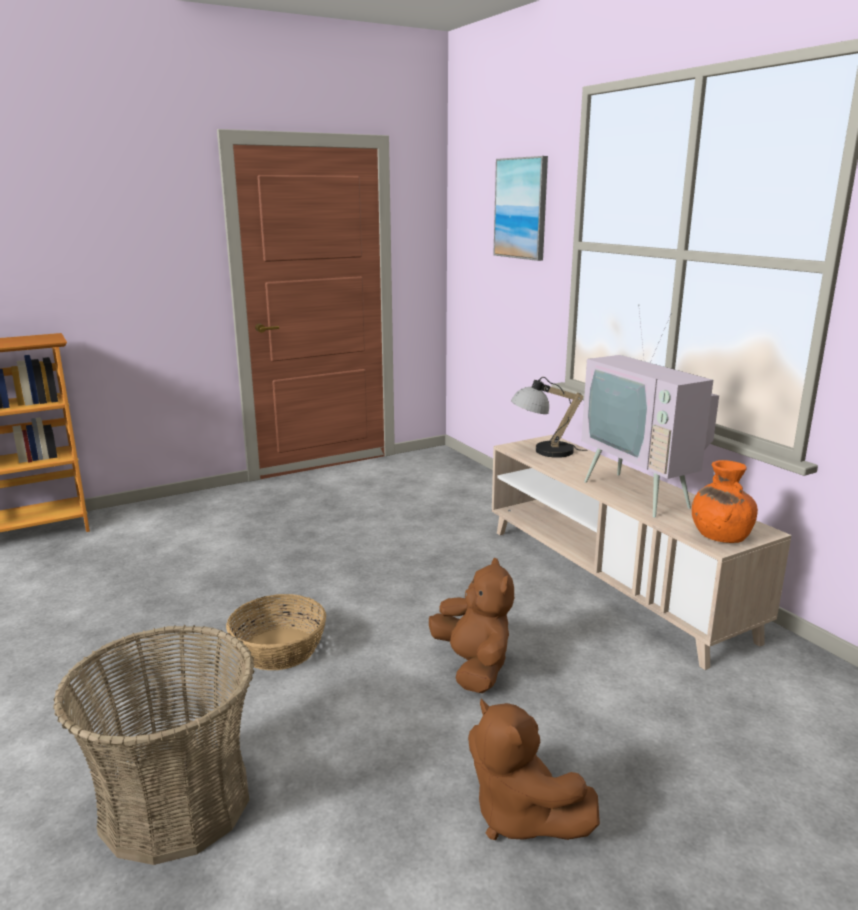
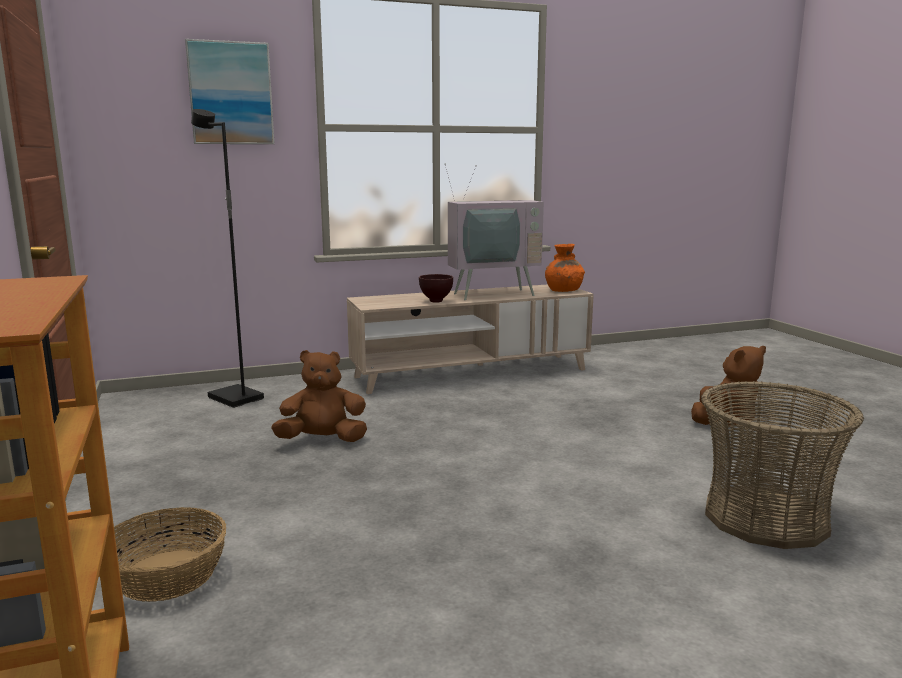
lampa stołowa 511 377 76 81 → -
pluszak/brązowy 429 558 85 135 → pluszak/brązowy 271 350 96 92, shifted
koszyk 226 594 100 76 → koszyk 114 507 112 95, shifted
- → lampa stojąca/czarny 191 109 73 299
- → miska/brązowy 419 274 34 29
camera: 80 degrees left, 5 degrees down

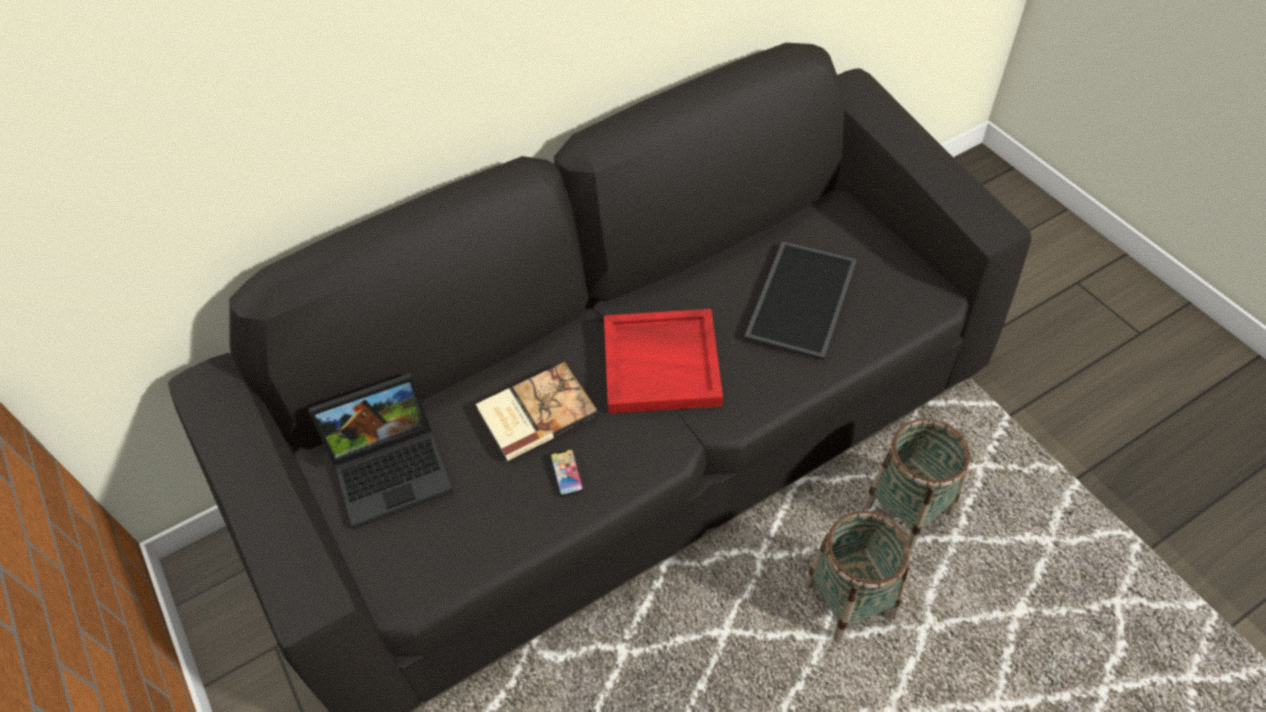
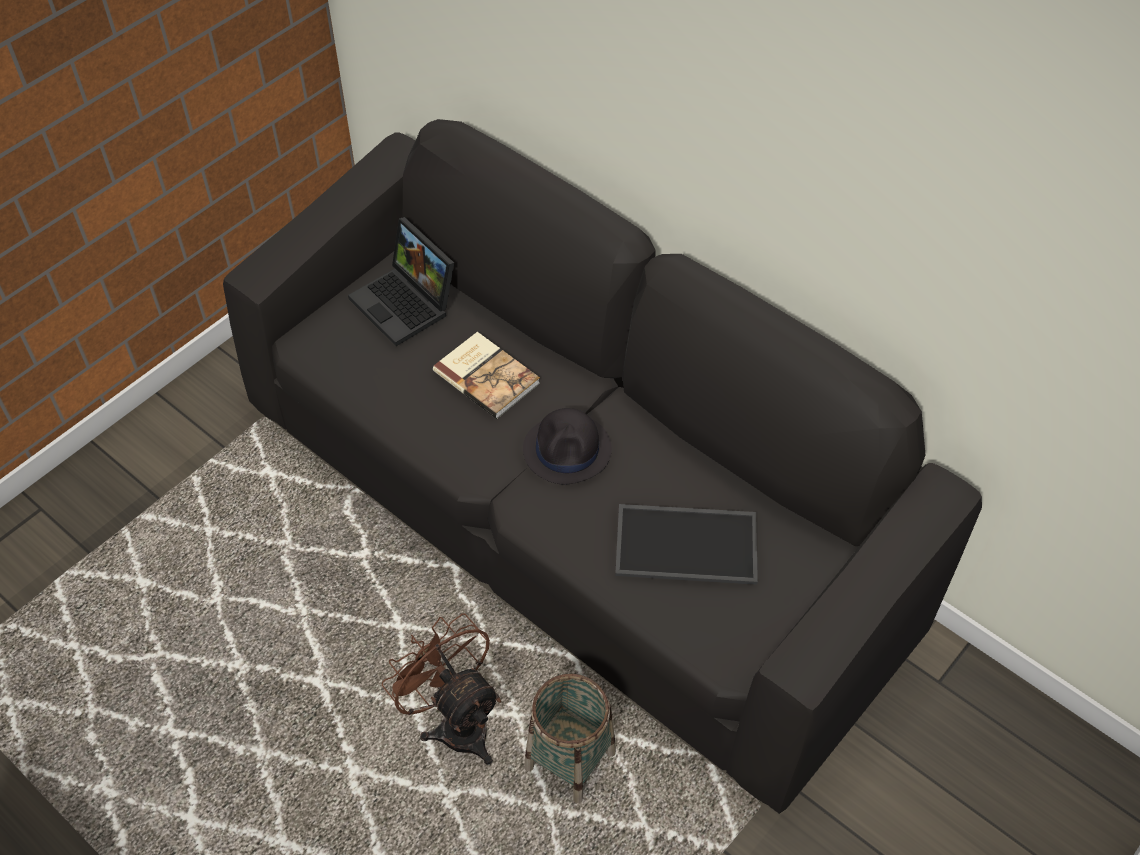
taca/czerwony 604 309 119 104 → kapelusz/czarny 523 408 89 77
telefon 550 449 34 48 → -
koszyk 804 511 106 131 → wentylator/brązowy 382 613 119 152
camera: 70 degrees right, 0 degrees up

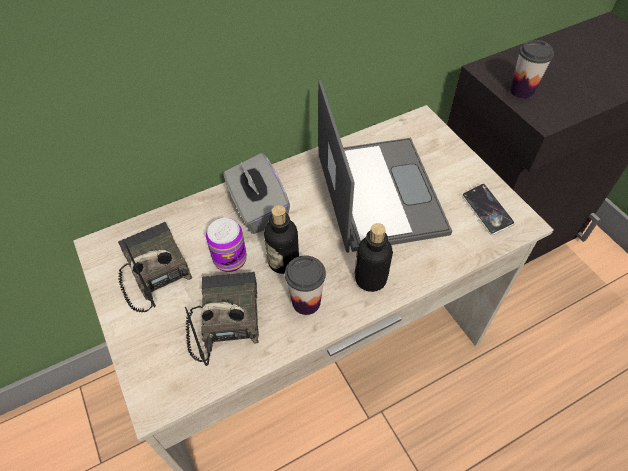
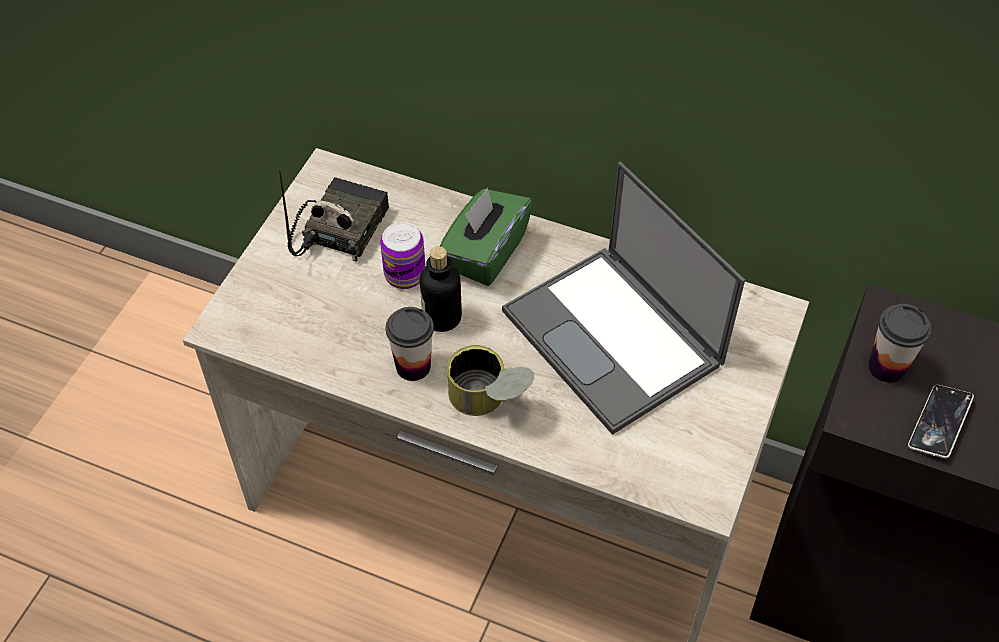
laptop 318 80 134 173 → laptop 502 162 243 273, 105 degrees clockwise
pudełko chusteczek/szary 223 153 67 81 → pudełko chusteczek/zielony 440 188 93 98
telefon 462 184 53 51 → telefon 908 385 66 74, shifted
butelka 355 223 38 69 → puszka 447 345 87 71
radio 185 272 74 94 → -
camera: 50 degrees right, 0 degrees up

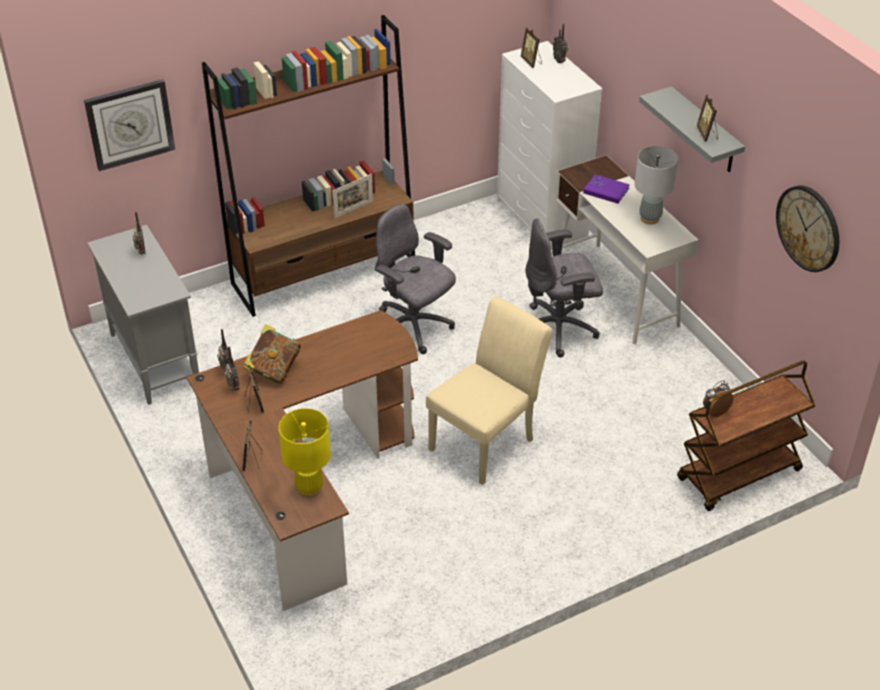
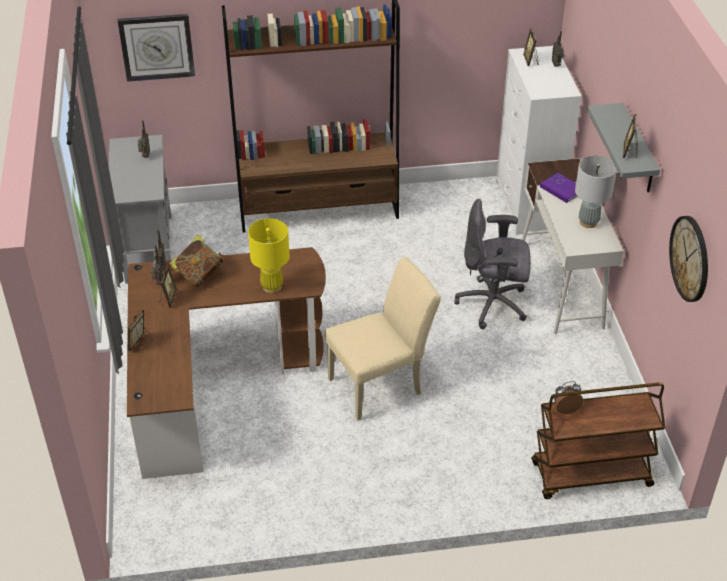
ramka na zdjęcie 332 174 41 44 → -
krzesło biurowe/szary 374 204 82 150 → -
lampa stołowa/żółty 279 408 52 90 → lampa stołowa/żółty 248 218 42 76, shifted
camera: 20 degrees right, 0 degrees up

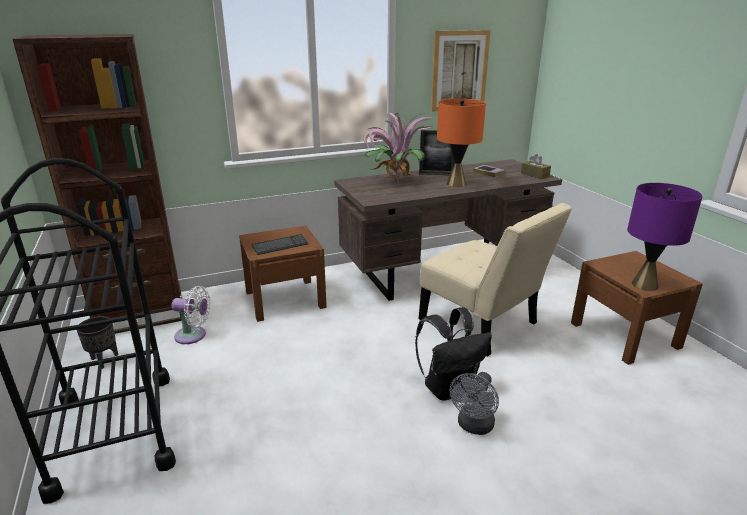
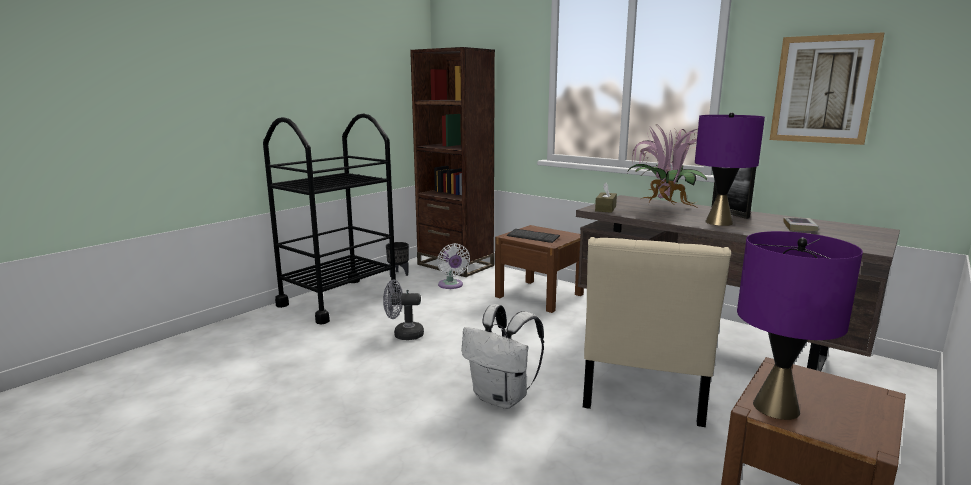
lampa stołowa/pomarańczowy 437 99 49 88 → lampa stołowa/fioletowy 695 112 70 114
pudełko chusteczek/brązowy 521 154 30 25 → pudełko chusteczek/brązowy 595 183 22 30, shifted
plecak/czarny 415 307 77 94 → plecak/biały 462 304 82 105
wentylator/szary 450 372 49 63 → wentylator/szary 383 280 41 60, shifted
camera: 60 degrees right, 10 degrees down

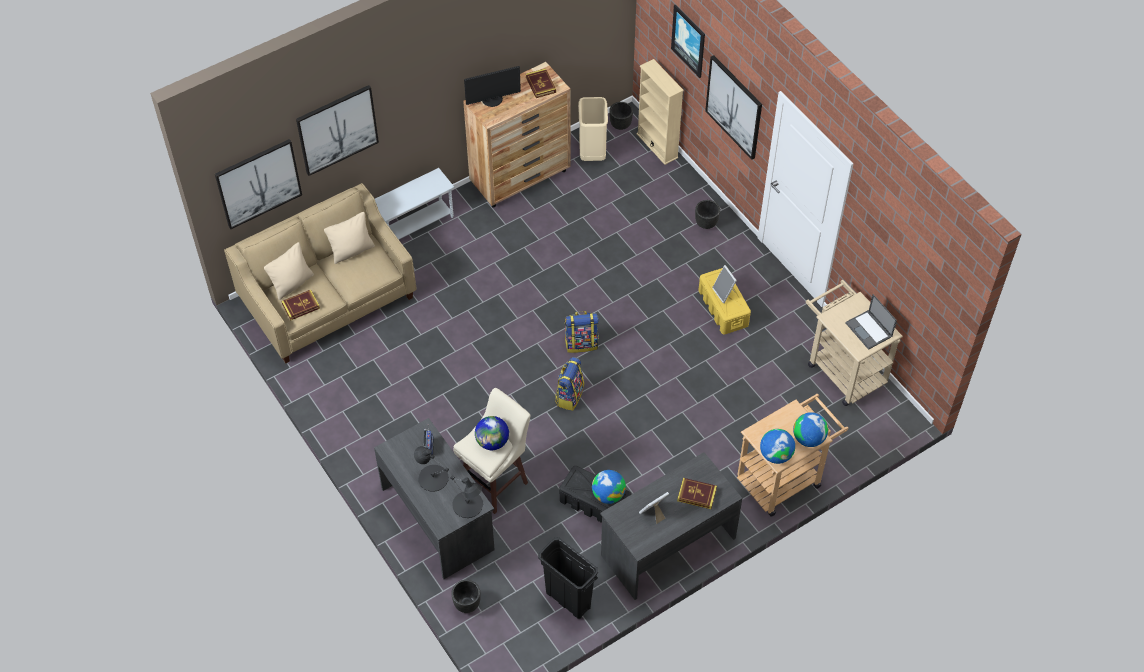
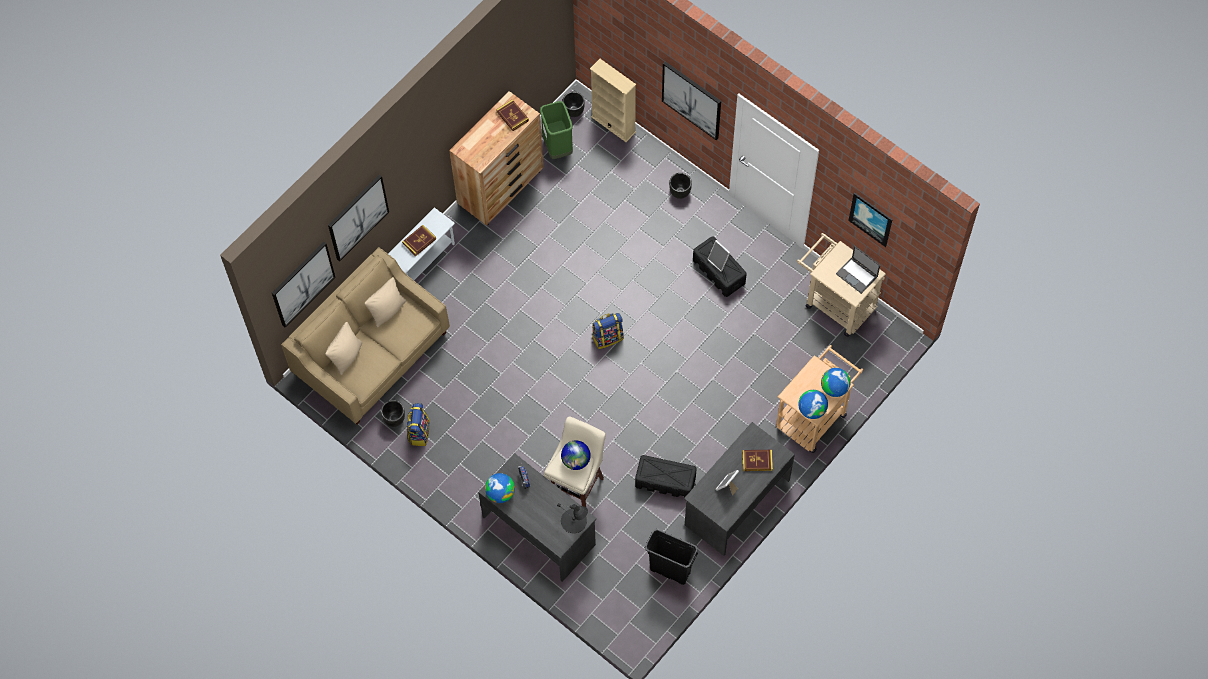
obraz 671 5 34 73 → obraz 848 193 45 54, shifted
monitor 464 66 57 41 → -
kosz na śmieci/beżowy 578 97 30 64 → kosz na śmieci/zielony 540 101 33 58
pojemnik do przechowywania/żółty 698 268 53 67 → pojemnik do przechowywania/czarny 693 236 54 61
książka 281 290 39 30 → książka 402 225 34 31, shifted
plecak 555 357 29 54 → plecak 407 403 23 43, shifted
lampa stołowa/czarny 414 446 35 46 → -
globus 592 470 34 34 → globus 485 473 30 30, shifted
donica/czarny 451 580 30 33 → donica/czarny 381 400 24 27, shifted
camera: 15 degrees left, 10 degrees up

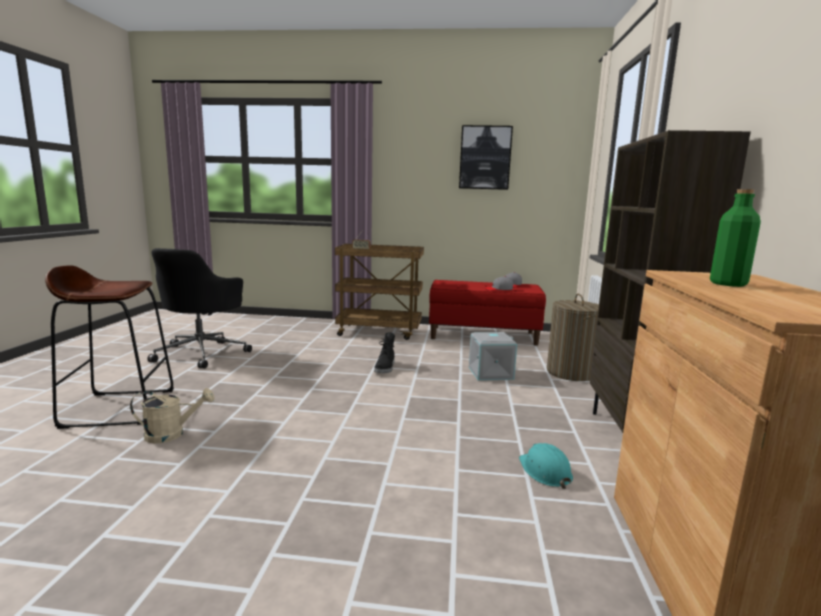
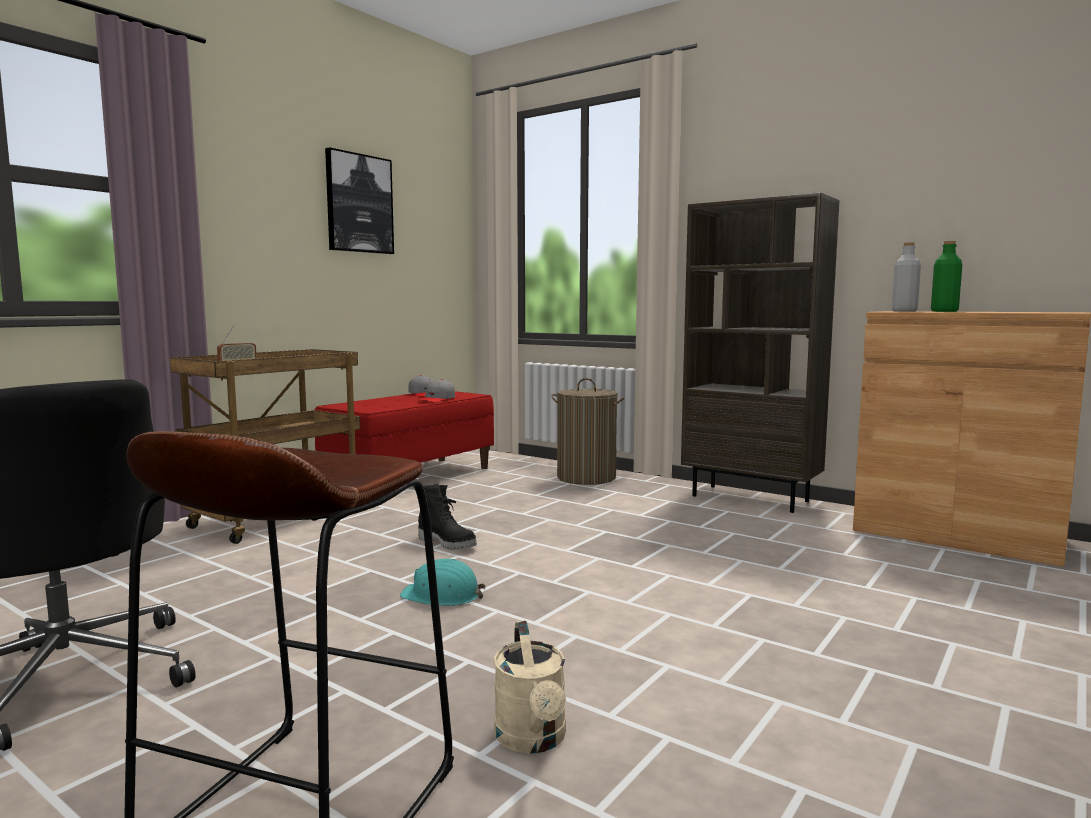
pojemnik do przechowywania/szary 469 332 48 49 → -
konewka/beżowy 130 388 85 56 → konewka/beżowy 494 620 72 134, 150 degrees clockwise
kask/turkusowy 519 443 54 46 → kask/turkusowy 400 559 86 47, shifted
- → butelka/szary 892 242 29 70
camera: 60 degrees left, 5 degrees down

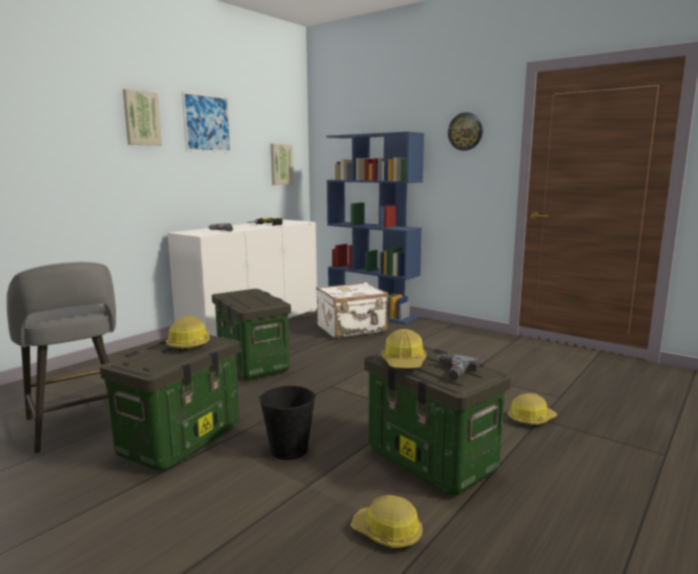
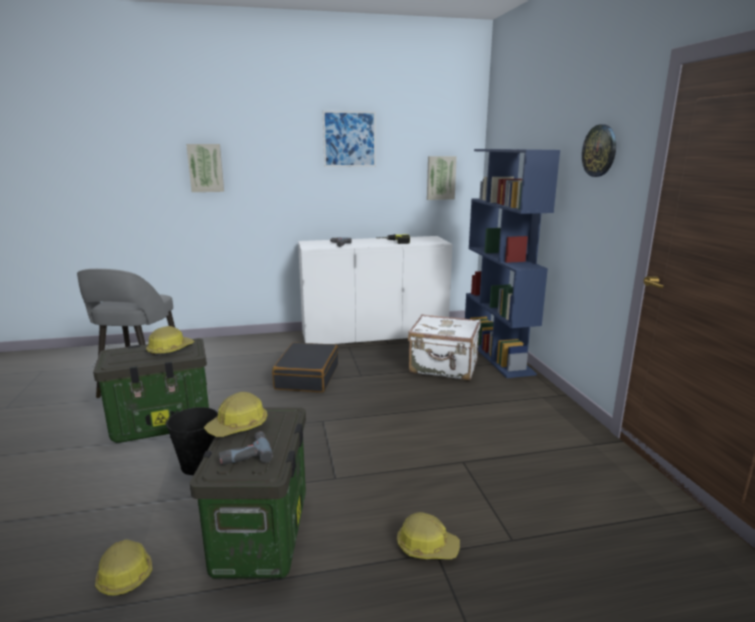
obraz 123 89 39 57 → obraz 186 144 38 48, shifted
pojemnik do przechowywania 212 289 79 91 → walizka/czarny 272 342 66 50
camera: 40 degrees right, 5 degrees up

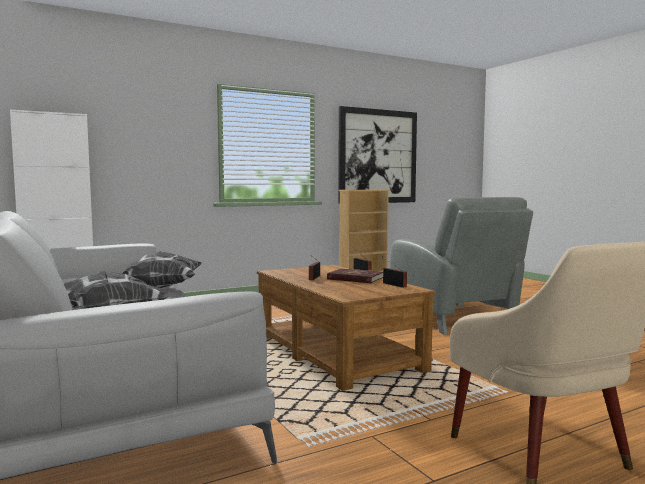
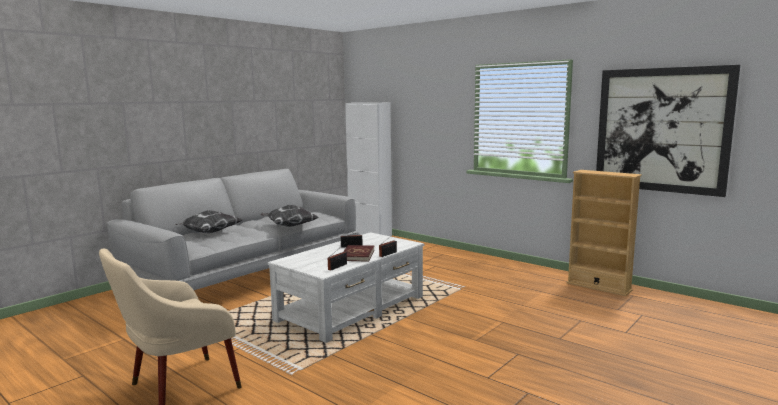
fotel/szary 390 197 143 138 → -
ława/brązowy 257 265 179 126 → ława/biały 267 232 157 111
camera: 70 degrees right, 5 degrees up

